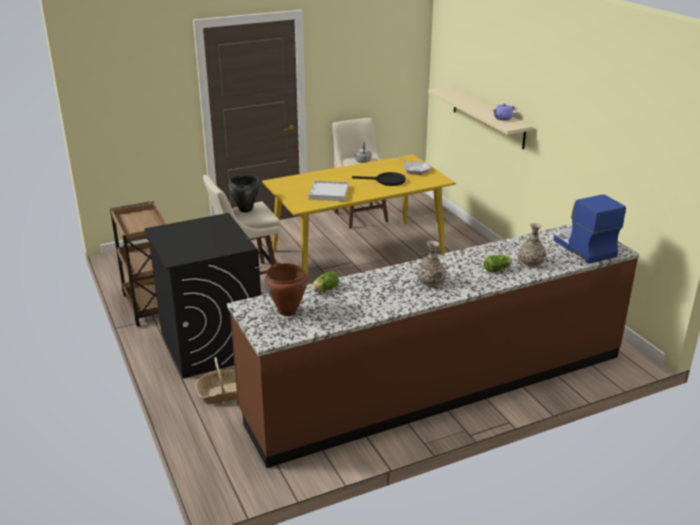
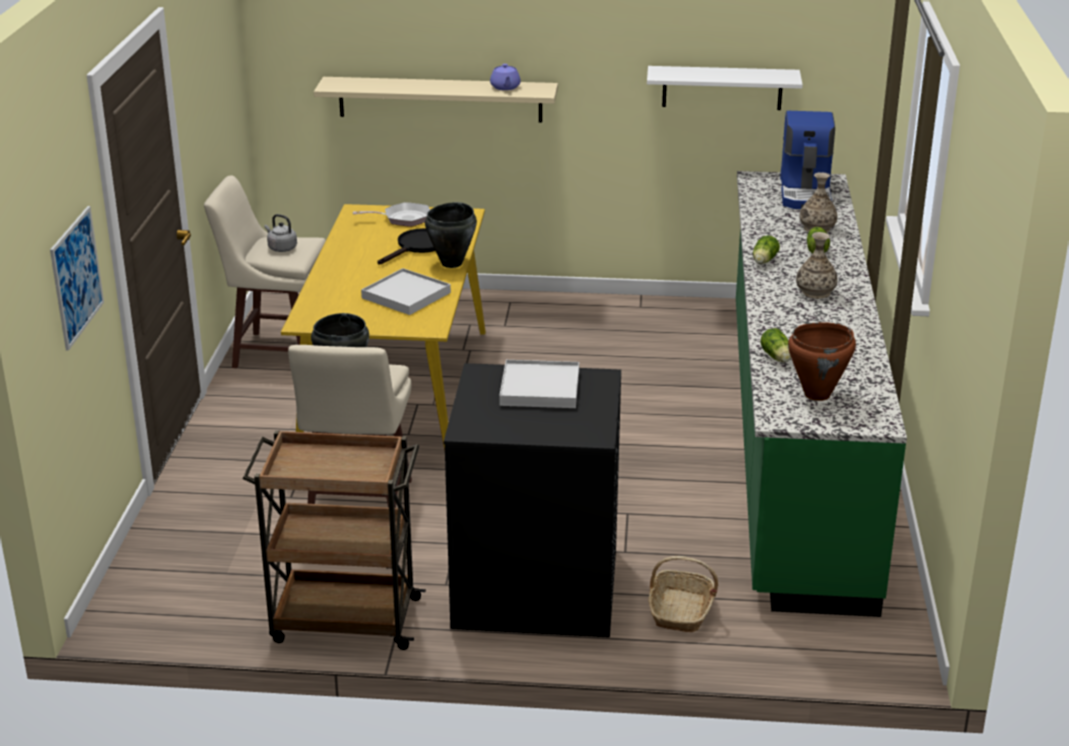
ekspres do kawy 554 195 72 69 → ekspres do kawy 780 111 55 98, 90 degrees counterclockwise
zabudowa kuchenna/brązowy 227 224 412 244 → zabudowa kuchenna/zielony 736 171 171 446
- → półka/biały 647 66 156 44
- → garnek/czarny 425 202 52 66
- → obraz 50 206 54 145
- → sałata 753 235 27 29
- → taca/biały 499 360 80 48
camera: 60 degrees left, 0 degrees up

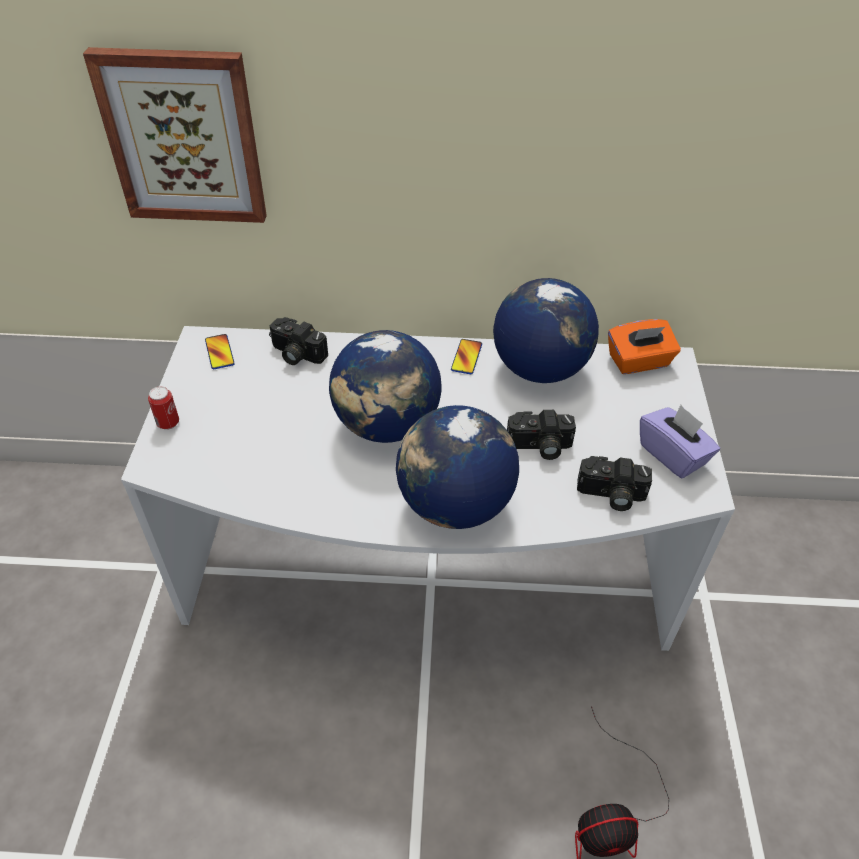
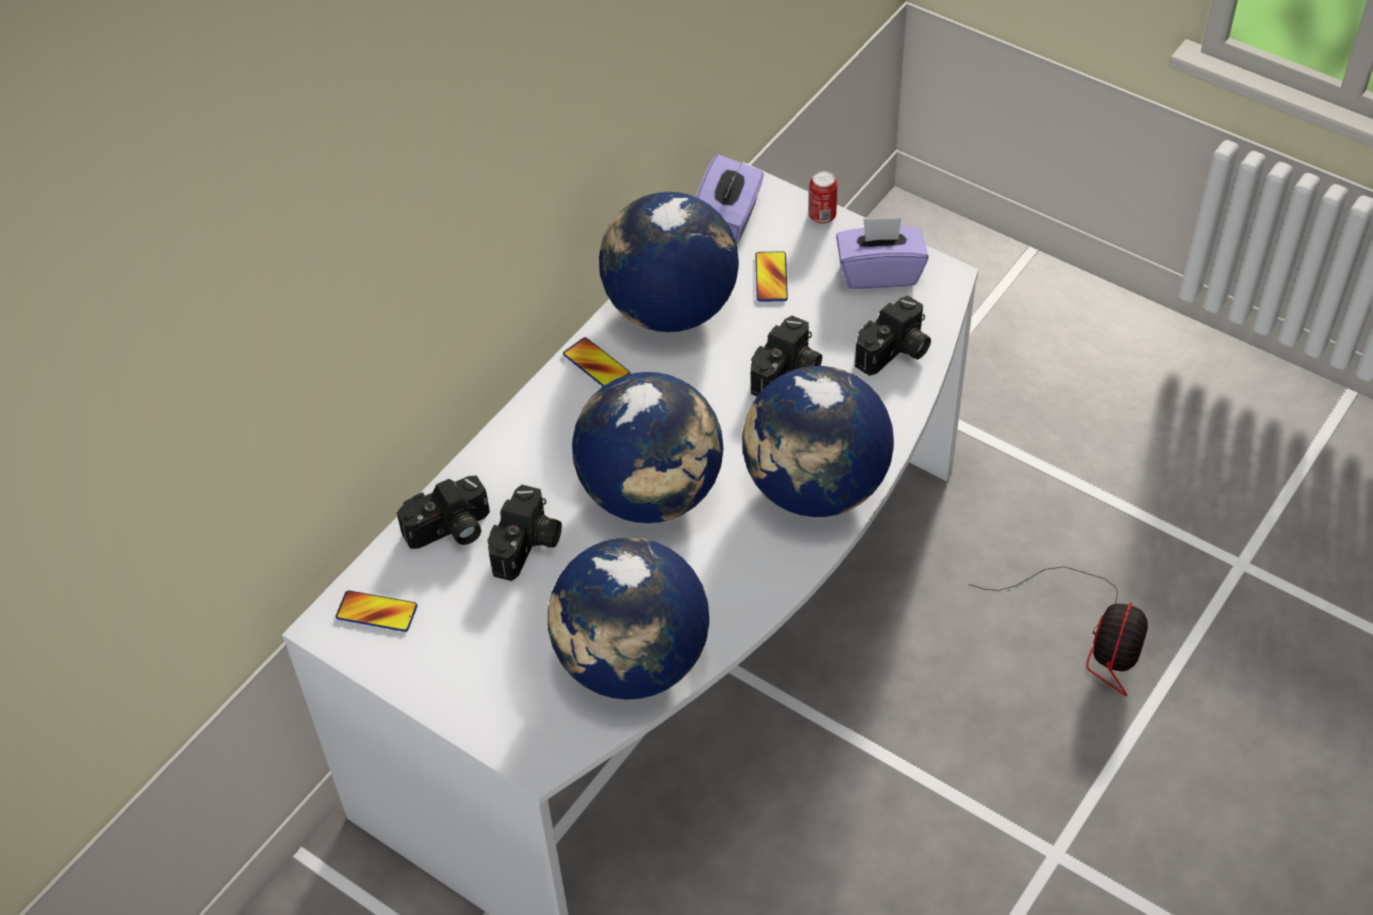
obraz 83 47 184 176 → -
pudełko chusteczek/pomarańczowy 608 319 73 55 → pudełko chusteczek/fioletowy 696 154 68 89
puszka 148 386 31 44 → puszka 809 171 29 53, shifted
- → telefon 755 251 33 51
- → aparat fotograficzny 487 485 75 96
- → globus 548 537 161 163
camera: 55 degrees left, 5 degrees up

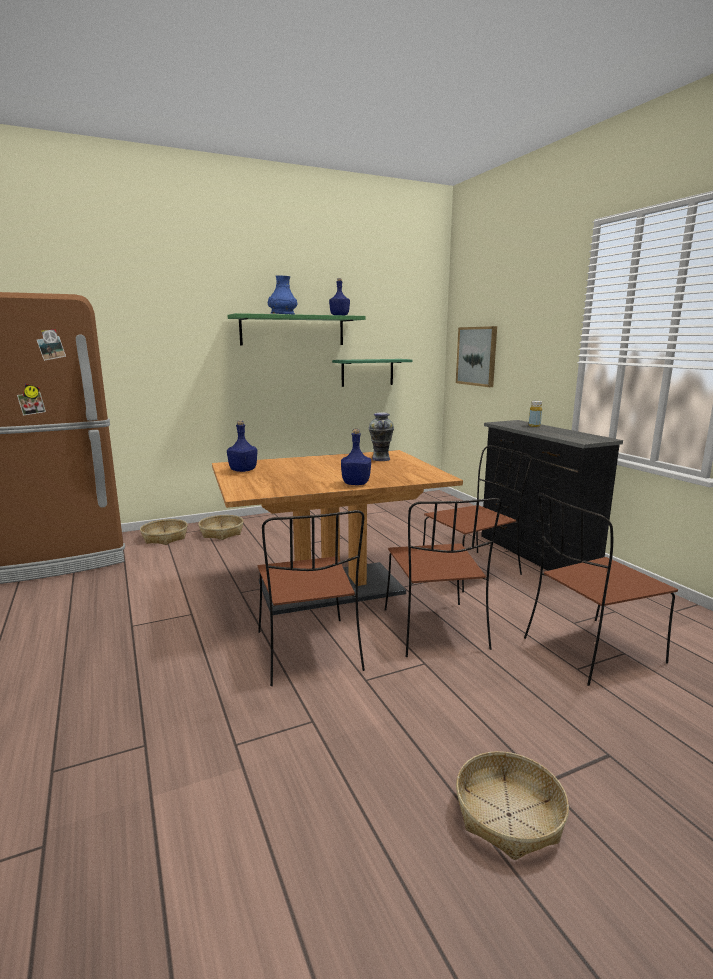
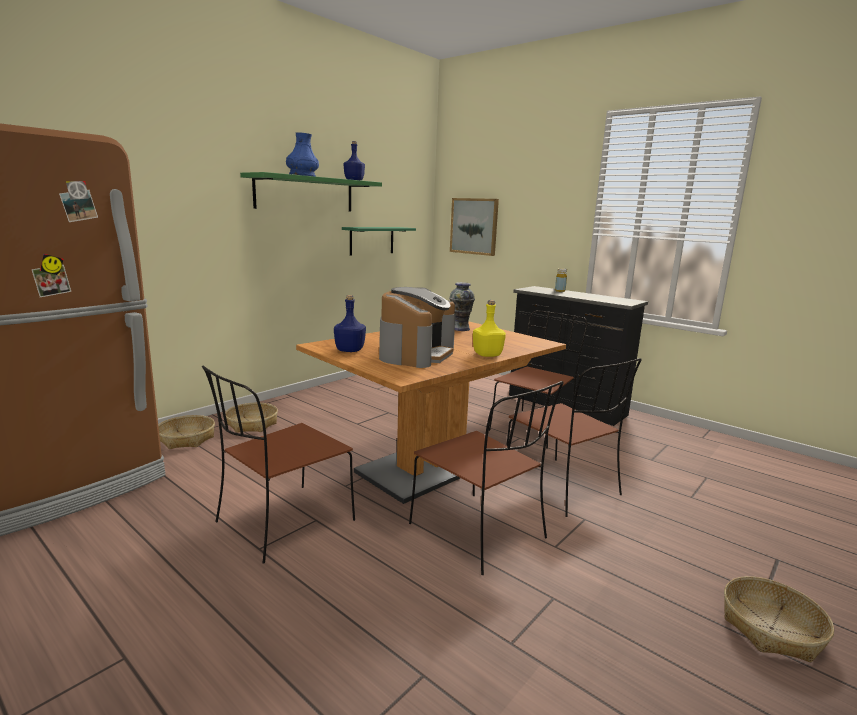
butelka/niebieski 341 429 30 56 → butelka/żółty 473 300 33 57
krzesło/brązowy 524 493 154 193 → krzesło/brązowy 202 366 153 198, shifted
- → ekspres do kawy 379 287 76 81
camera: 25 degrees left, 0 degrees up

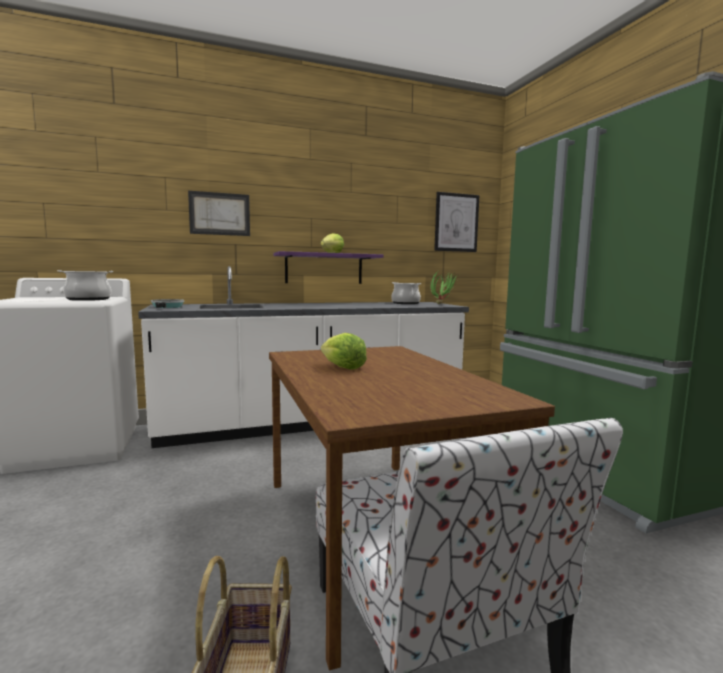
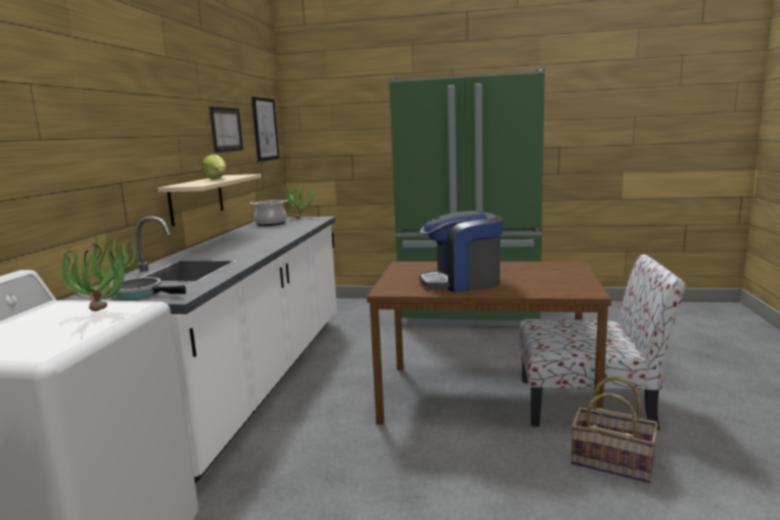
obraz 188 191 62 45 → obraz 209 107 34 46, shifted
półka/fioletowy 273 251 111 33 → półka/beżowy 158 174 103 52
garnek 58 270 56 31 → roślina doniczkowa 59 230 77 81
sałata 321 333 46 37 → ekspres do kawy 419 211 84 81
camera: 60 degrees left, 5 degrees up

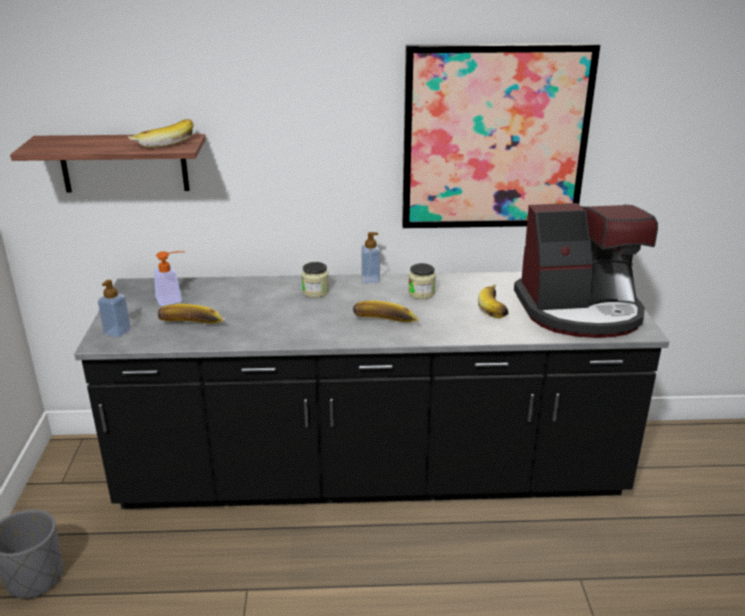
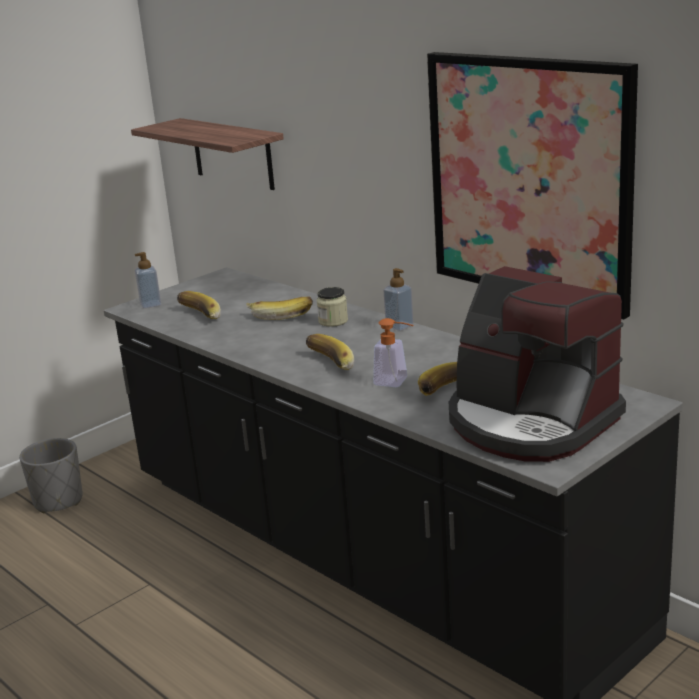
banan 128 119 66 29 → banan 246 297 67 23, shifted
dozownik mydła 154 251 31 55 → dozownik mydła 373 318 40 69, shifted
słoik 408 263 28 36 → -
camera: 50 degrees right, 5 degrees down

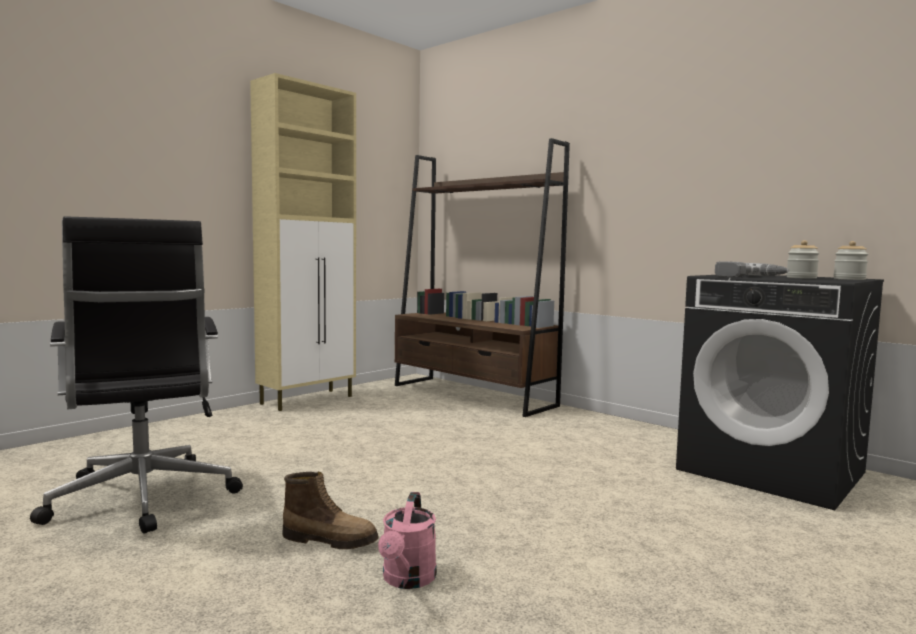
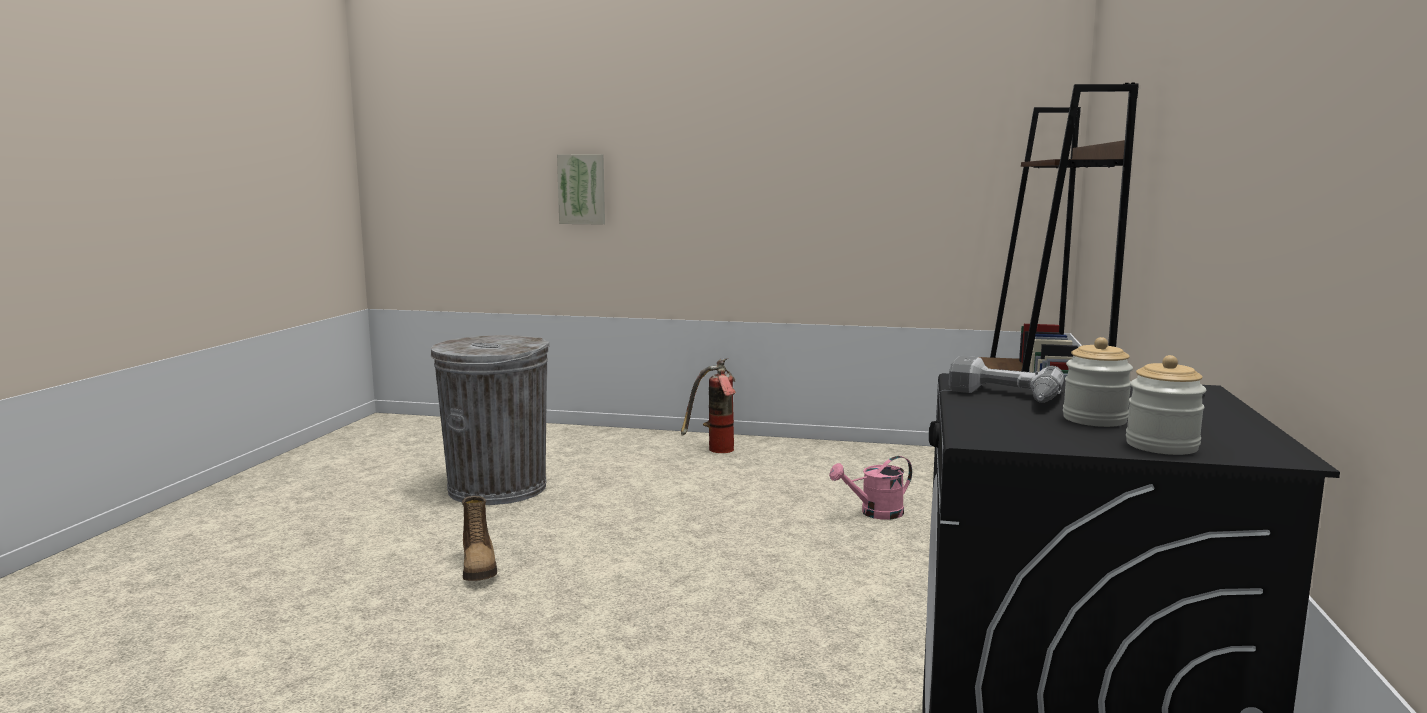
szafka/beżowy 250 73 106 338 → -
krzesło biurowe/czarny 30 216 213 318 → kosz na śmieci/szary 430 335 120 170
konewka/różowy 378 492 59 97 → konewka/różowy 829 456 83 64, shifted
- → obraz 557 154 48 71
- → gaśnica 681 358 55 95
camera: 60 degrees right, 5 degrees up

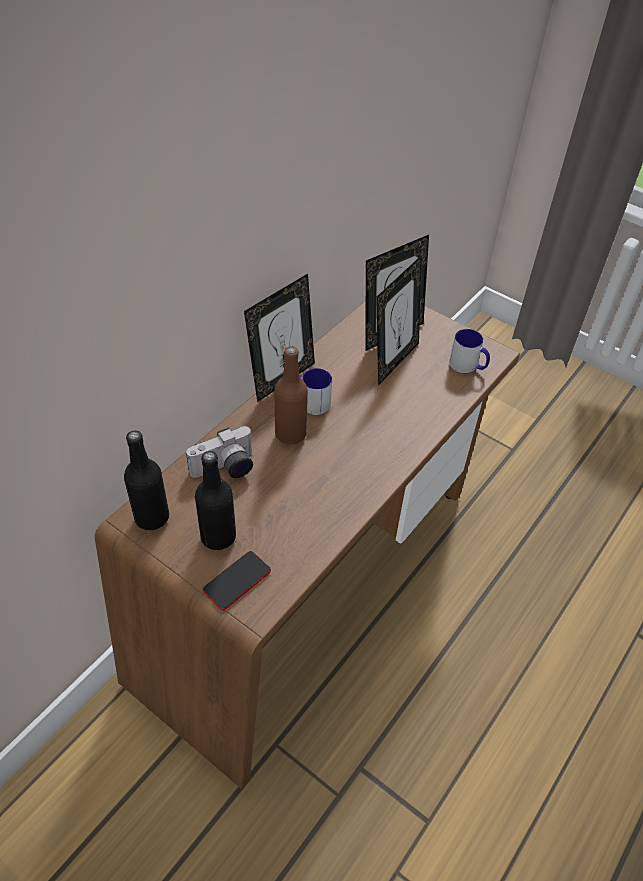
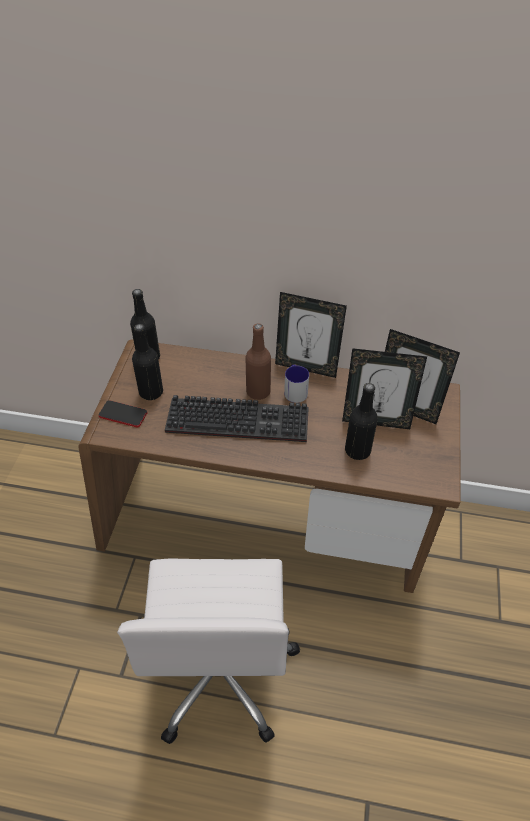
kubek 449 329 41 44 → -
aparat fotograficzny 186 426 67 52 → -
- → butelka/czarny 345 383 33 77
- → klawiatura 165 395 144 47
- → krzesło biurowe/biały 117 558 183 186
camera: 65 degrees right, 0 degrees up

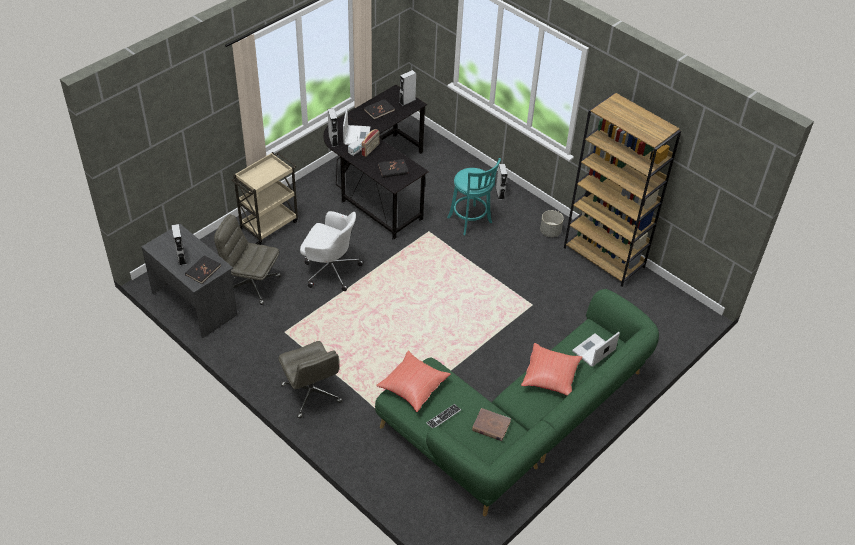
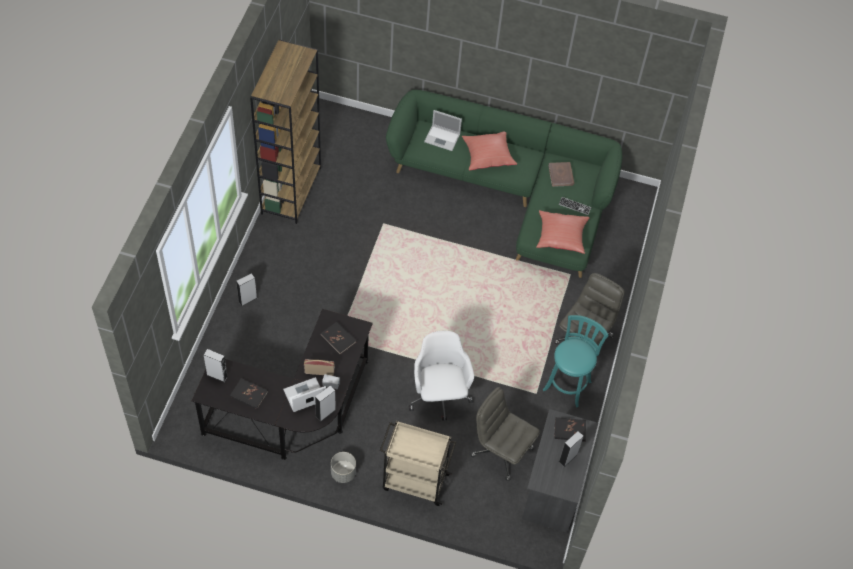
stołek/turkusowy 447 158 54 77 → stołek/turkusowy 543 315 66 92, shifted
donica/szary 540 210 24 27 → donica/szary 331 452 25 31, shifted
krzesło biurowe/szary 214 214 67 91 → krzesło biurowe/szary 471 387 69 94, 135 degrees clockwise
camera: 120 degrees left, 10 degrees up

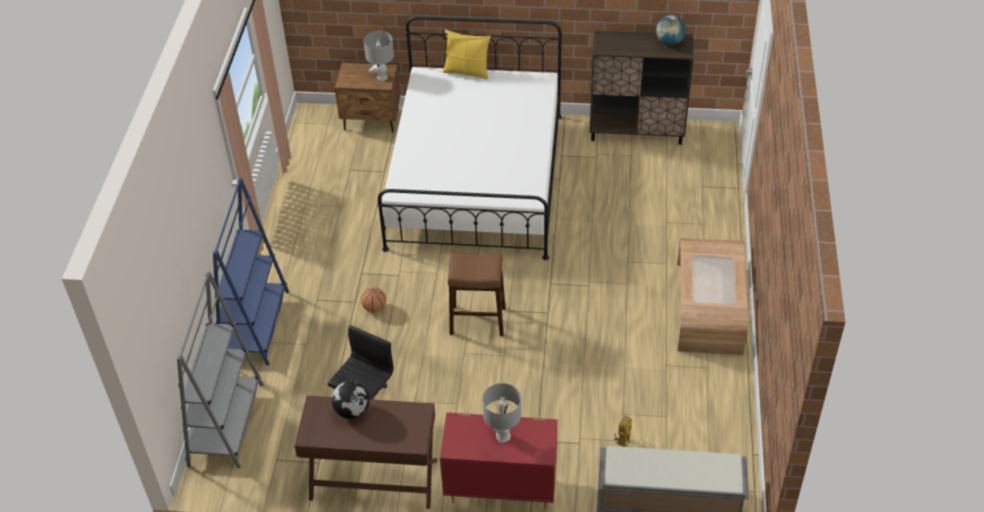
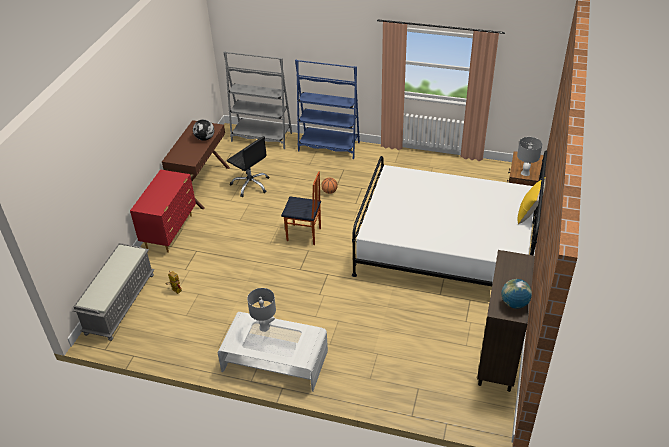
ława/brązowy 677 238 72 117 → ława/biały 218 312 110 80
stołek/brązowy 448 253 57 83 → krzesło 281 171 40 74
lampa stołowa/szary 482 383 39 60 → lampa stołowa/szary 247 288 29 44, shifted
camera: 100 degrees right, 5 degrees down

